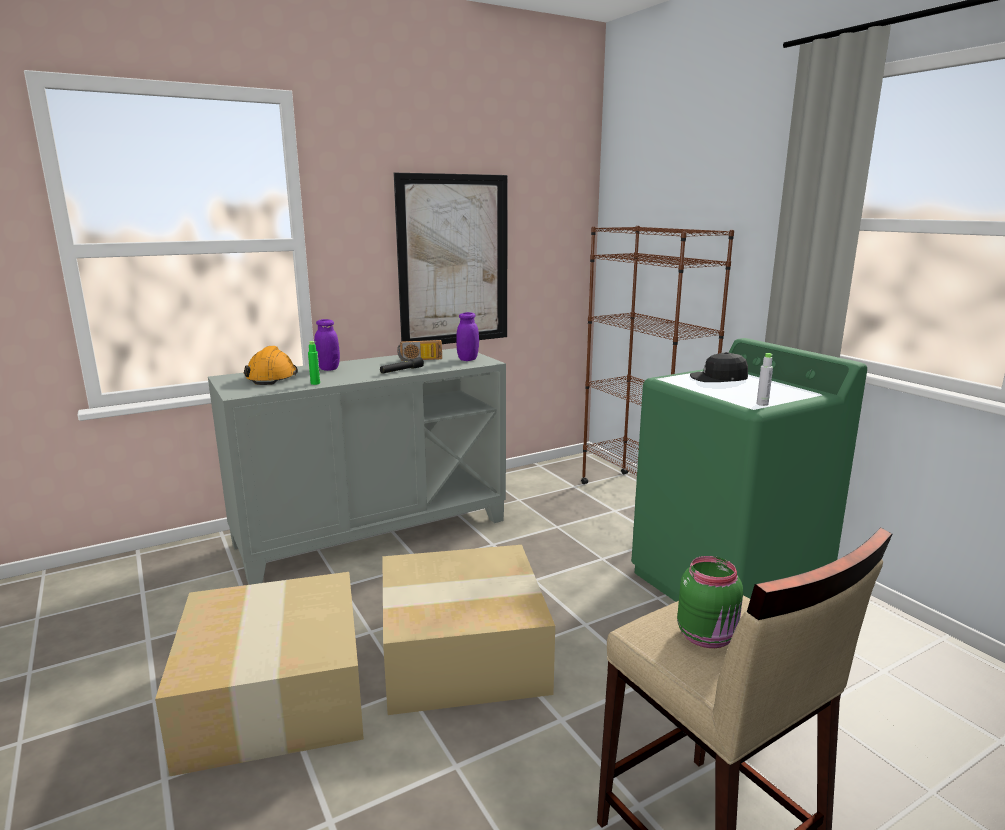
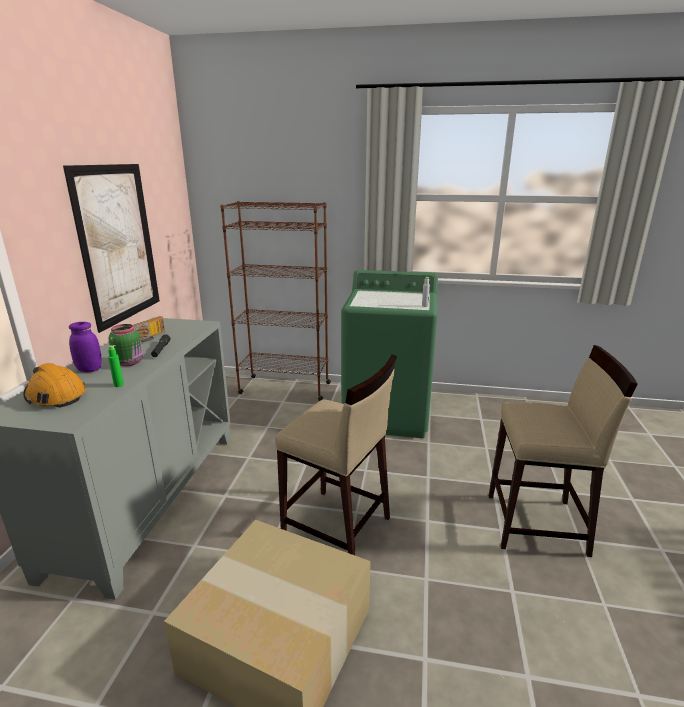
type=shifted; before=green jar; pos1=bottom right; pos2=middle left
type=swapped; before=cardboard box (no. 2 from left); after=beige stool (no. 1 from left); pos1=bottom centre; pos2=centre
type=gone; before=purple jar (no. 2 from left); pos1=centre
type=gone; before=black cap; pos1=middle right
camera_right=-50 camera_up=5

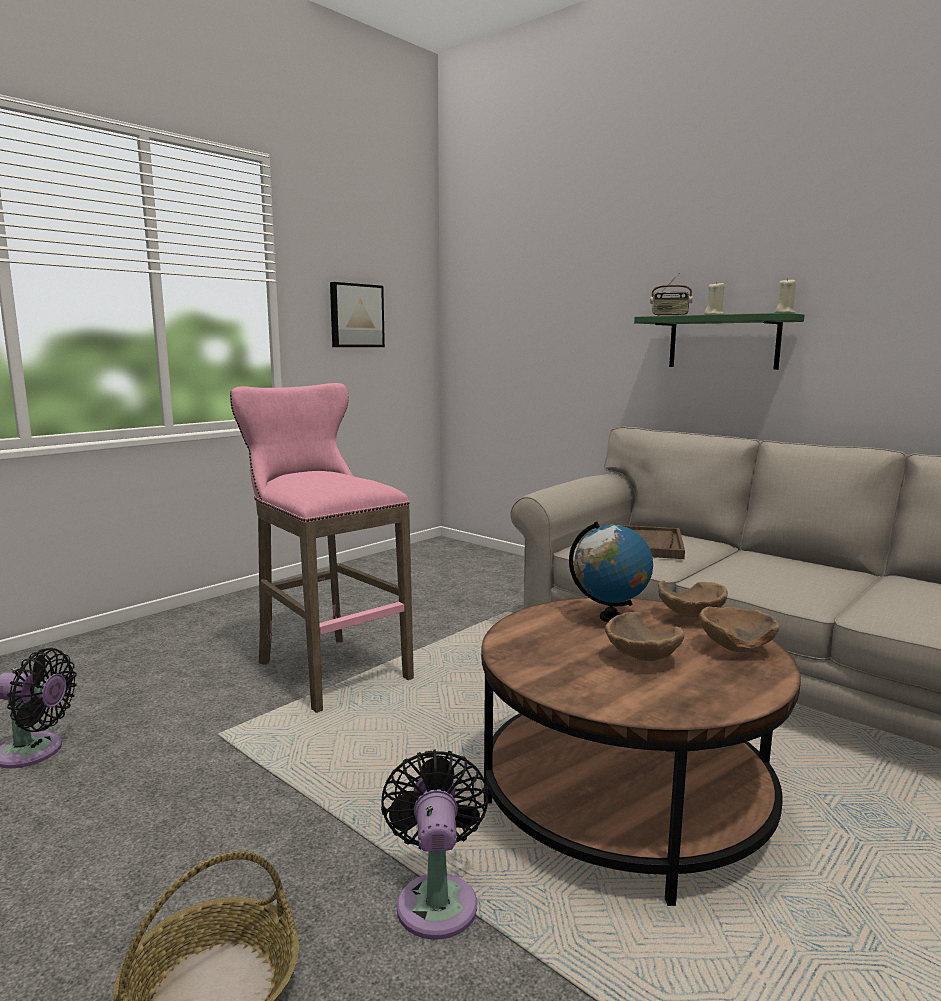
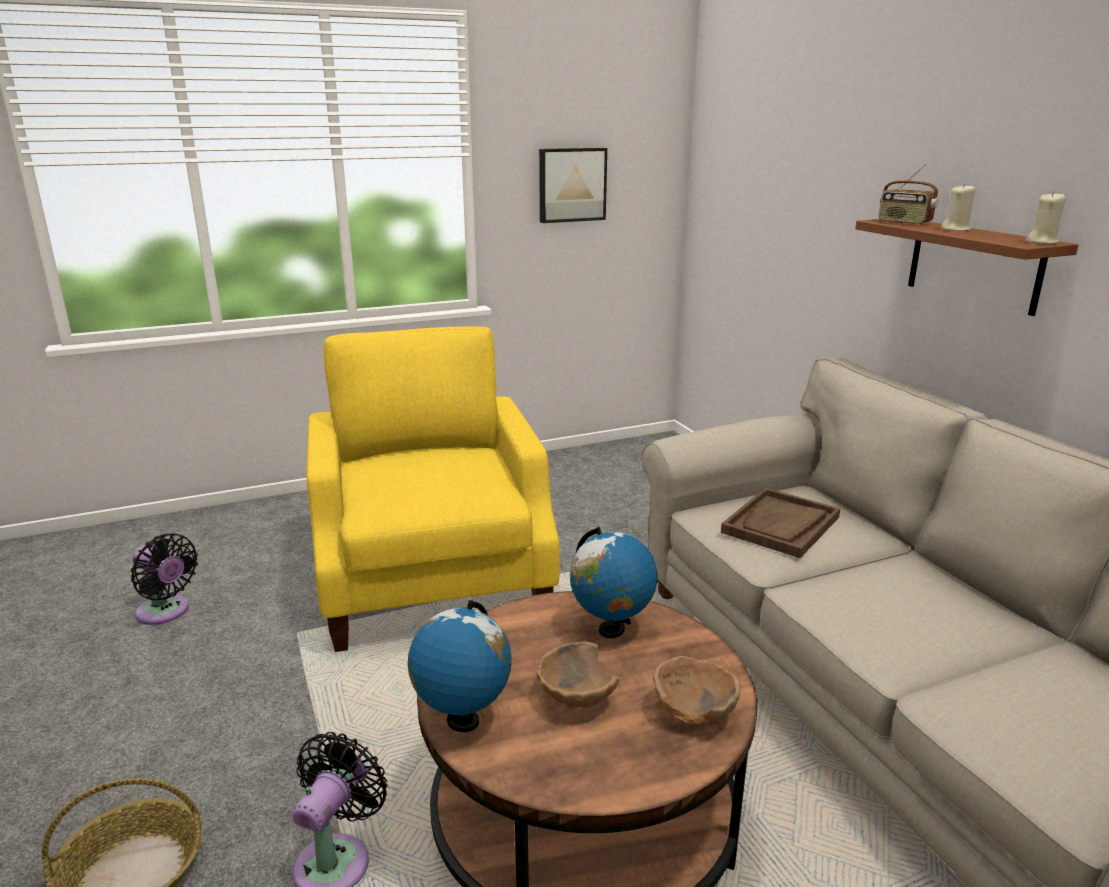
type=swapped; before=pink stool; after=yellow armchair; pos1=centre; pos2=centre
type=new; after=globe (no. 1 from left); pos2=bottom centre
type=repainted; before=green shelf; after=brown shelf; pos1=middle right; pos2=top right
type=gone; before=brown bowl (no. 2 from left); pos1=middle right
camera_right=25 camera_up=10

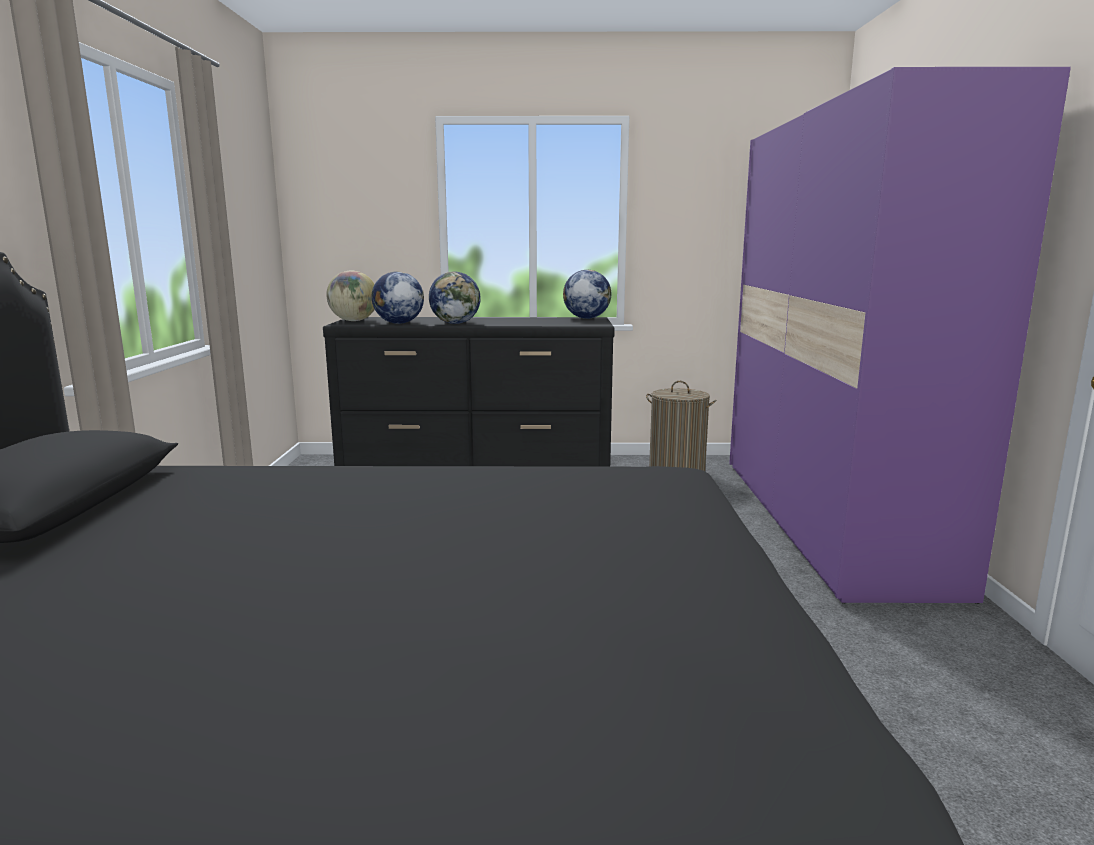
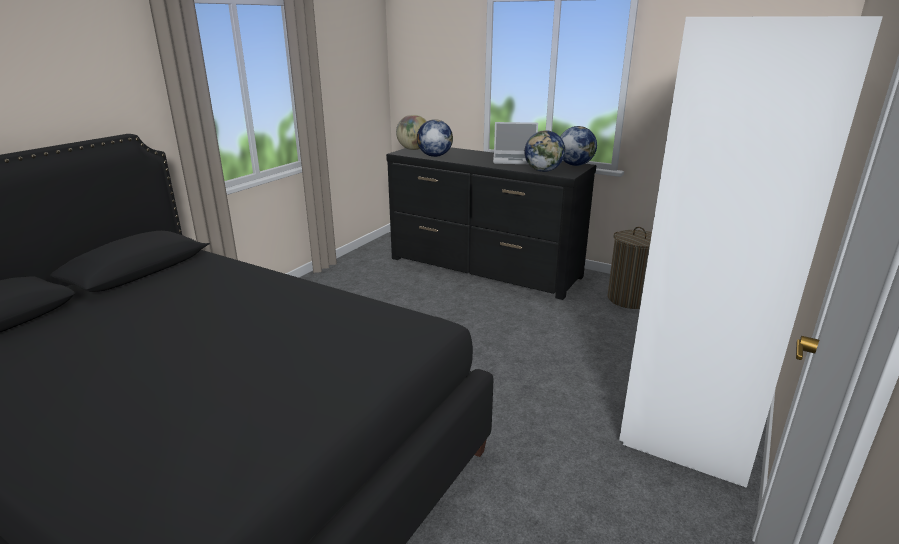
type=new; after=laptop; pos2=top centre
type=shifted; before=globe (no. 3 from left); pos1=centre; pos2=top centre
type=repainted; before=purple wardrobe; after=white wardrobe; pos1=middle right; pos2=middle right
camera_right=30 camera_up=10

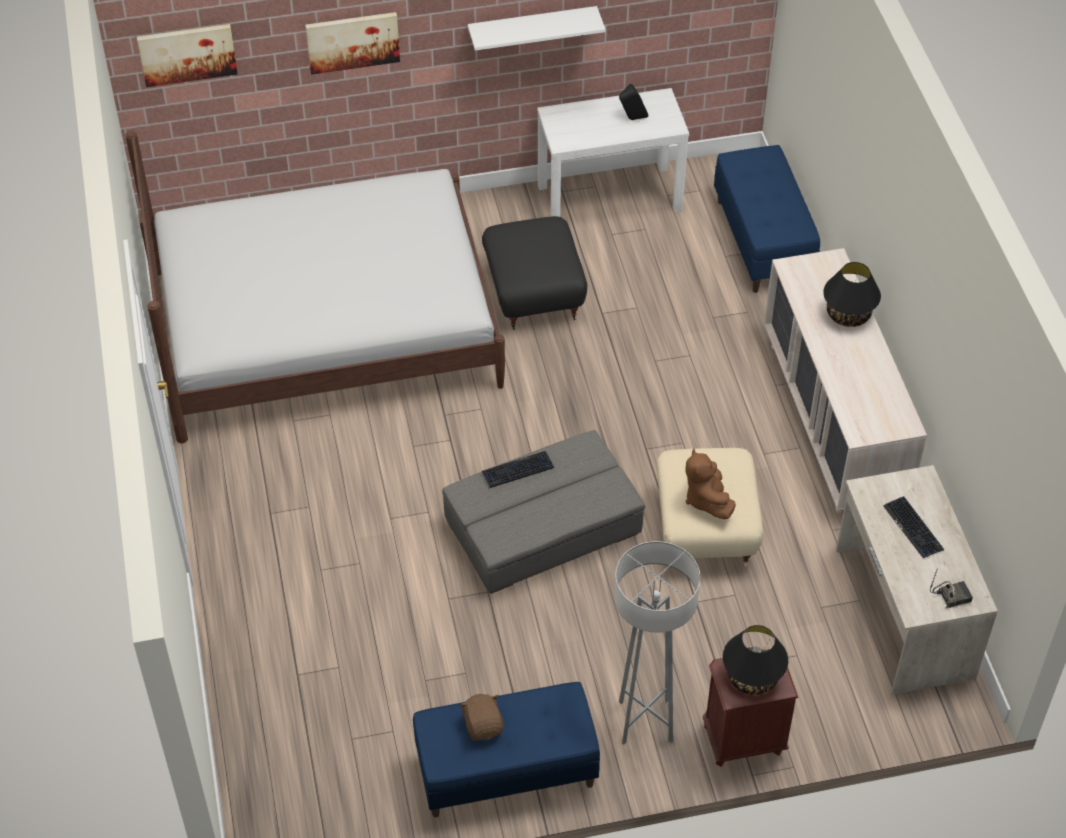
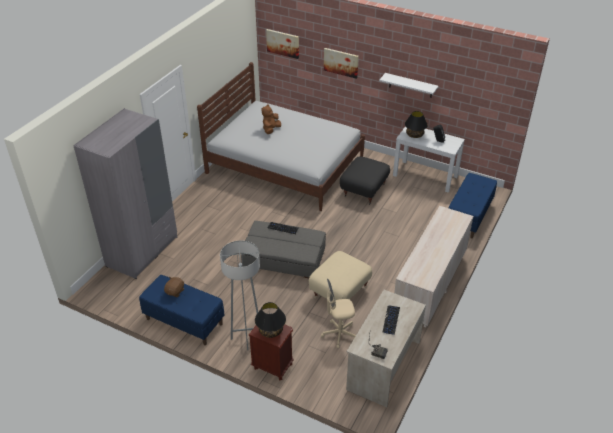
type=new; after=grey wardrobe; pos2=middle left
type=shifted; before=brown plush toy (no. 2 from left); pos1=centre; pos2=top centre
type=new; after=beige office chair; pos2=bottom centre
type=shifted; before=black table lamp (no. 2 from left); pos1=middle right; pos2=top right
camera_right=40 camera_up=-10

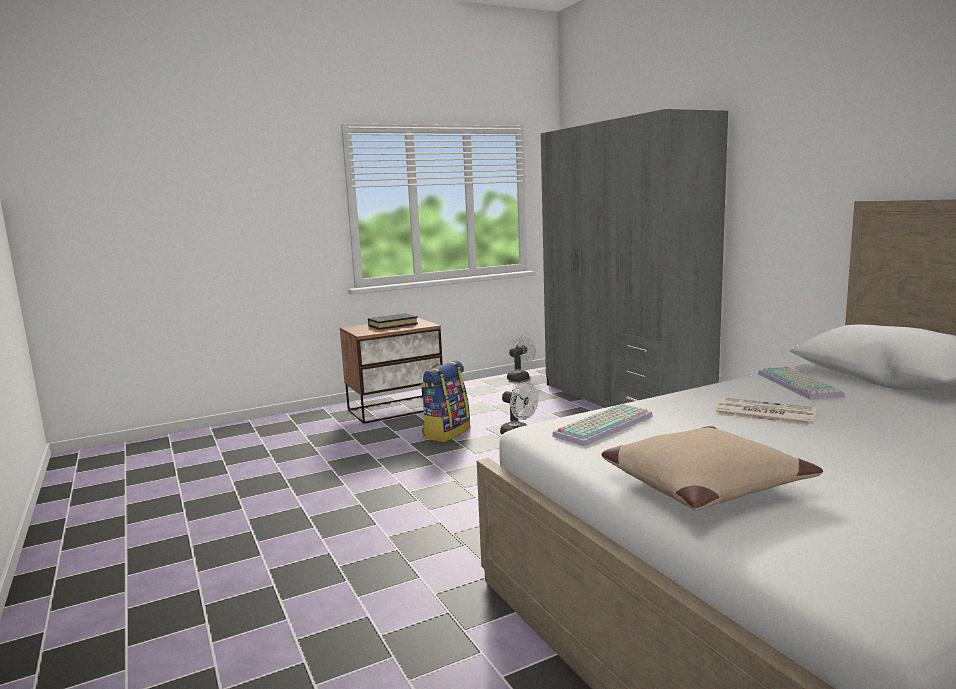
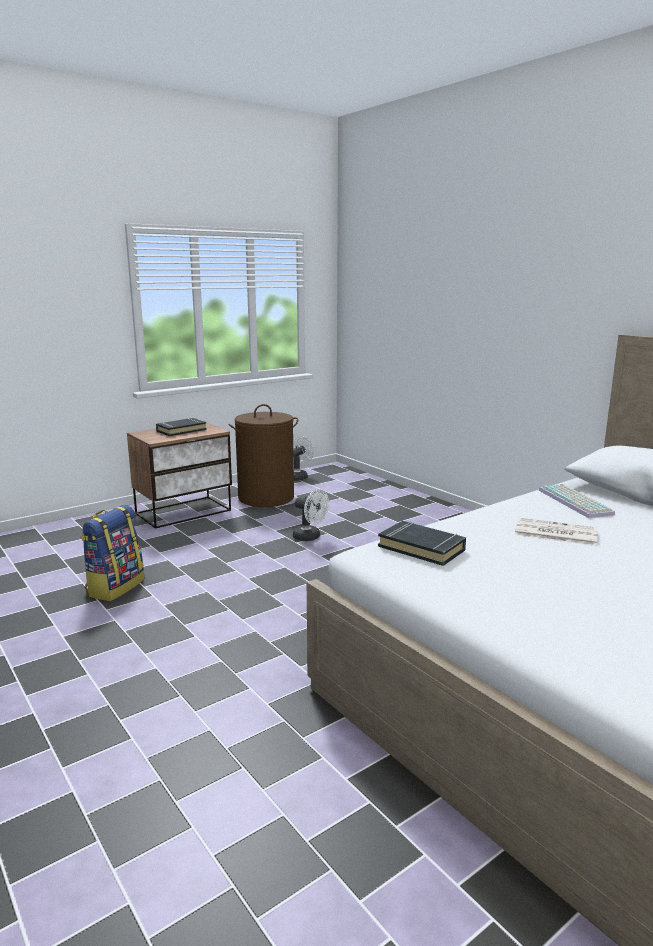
type=shifted; before=backpack; pos1=centre; pos2=middle left
type=new; after=brown laundry basket; pos2=centre
type=swapped; before=keyboard (no. 1 from left); after=black book (no. 2 from left); pos1=centre; pos2=centre
type=gone; before=grey wardrobe; pos1=centre
type=gone; before=beige pillow; pos1=bottom right
camera_right=-10 camera_up=5

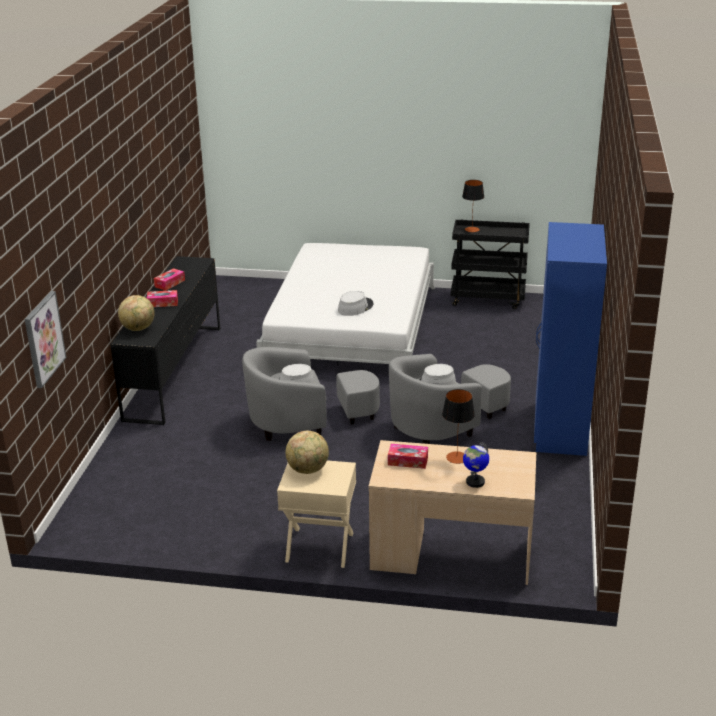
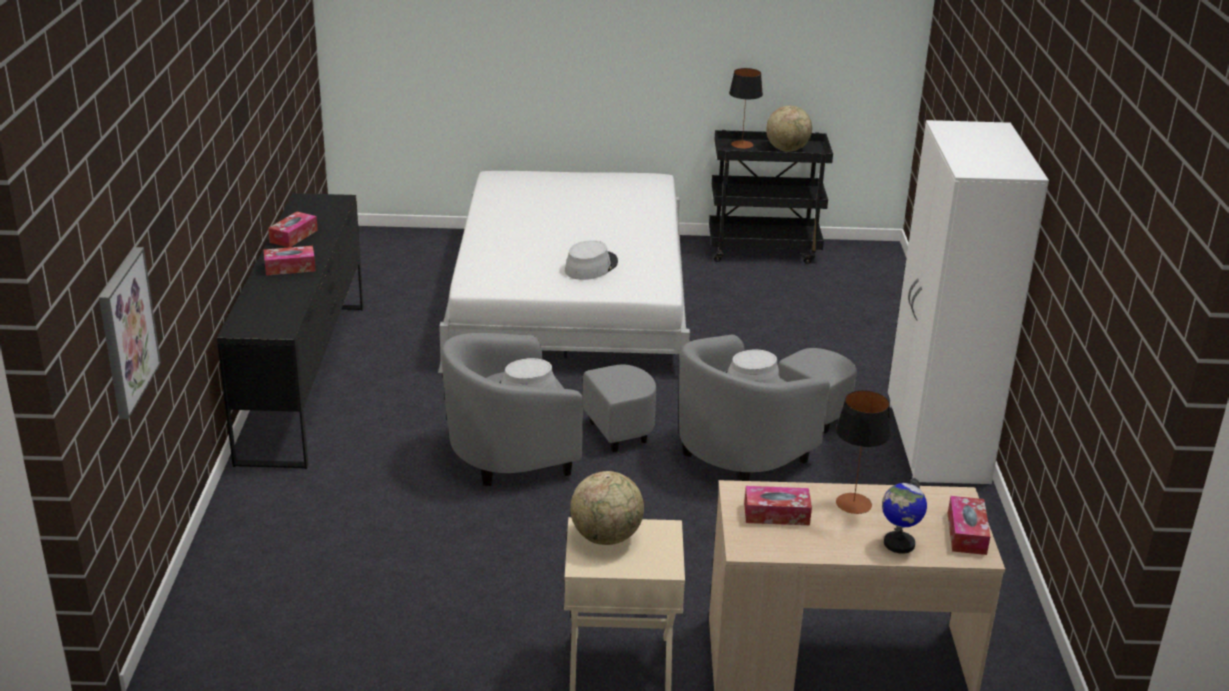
type=shifted; before=globe (no. 1 from left in the first image); after=globe (no. 2 from left); pos1=middle left; pos2=top centre
type=repainted; before=blue wardrobe; after=white wardrobe; pos1=middle right; pos2=middle right
type=new; after=tissue box (no. 4 from left); pos2=bottom right
camera_right=-10 camera_up=0

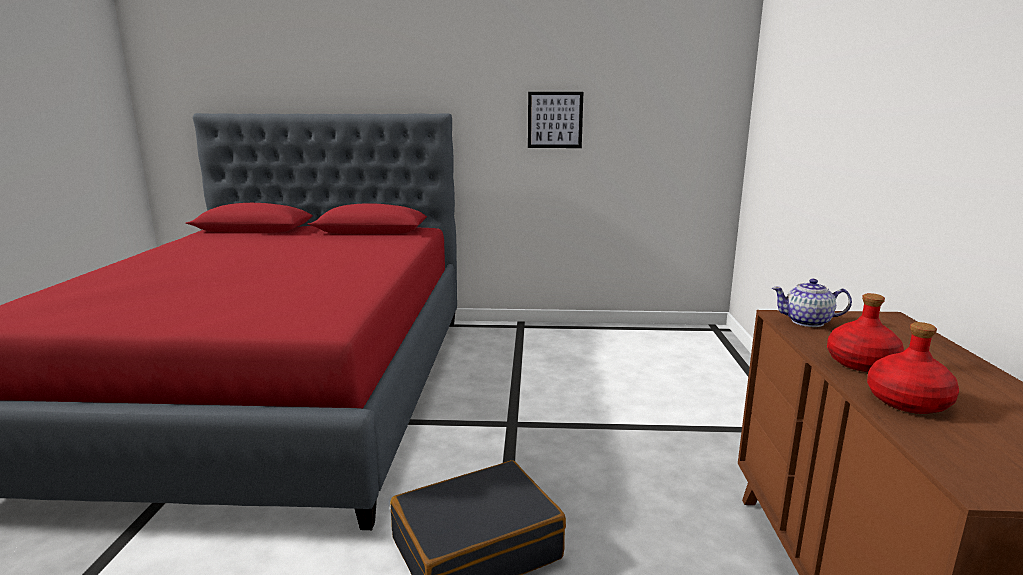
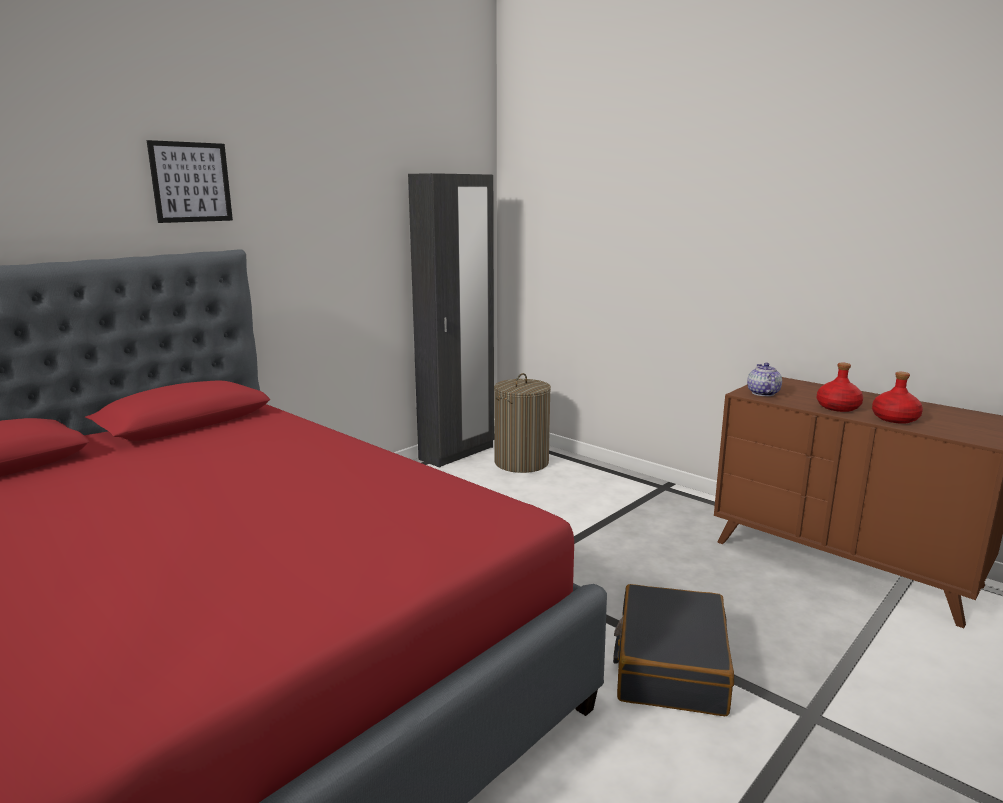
type=shifted; before=picture; pos1=top centre; pos2=top left
type=new; after=black wardrobe; pos2=centre
type=new; after=laundry basket; pos2=centre
type=rotated; before=teapot; pos1=middle right; pos2=middle right; turn=135
camera_right=-50 camera_up=0

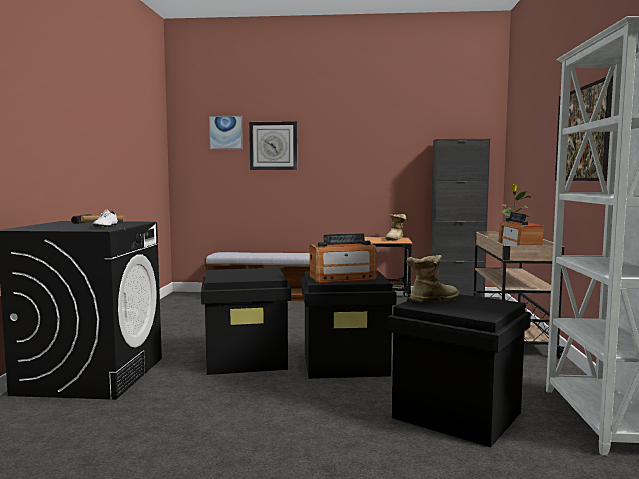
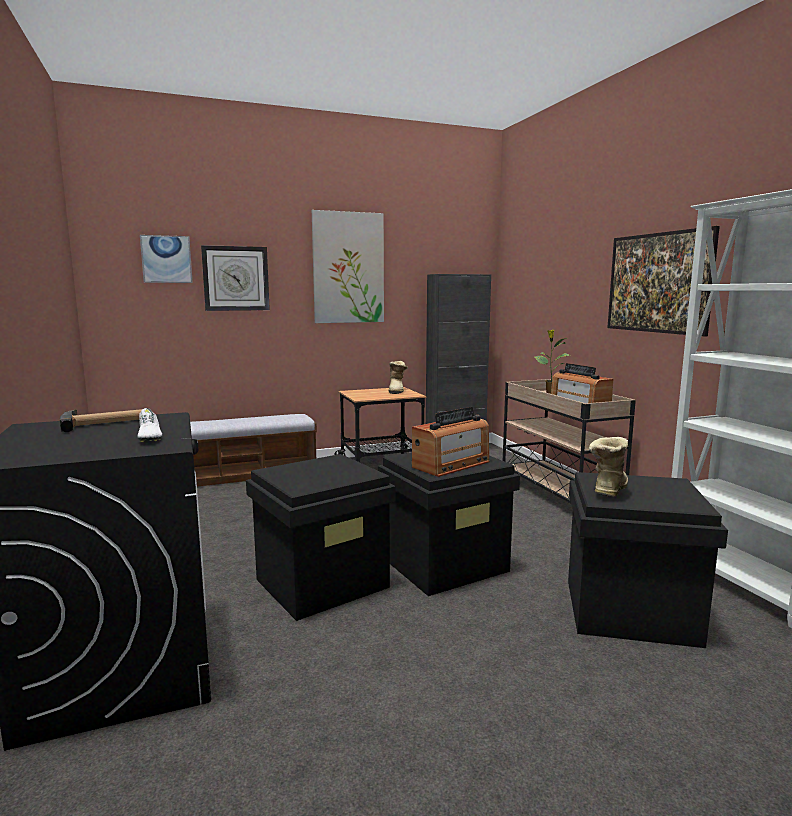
type=new; after=picture (no. 2 from left); pos2=top centre
camera_right=-25 camera_up=5

